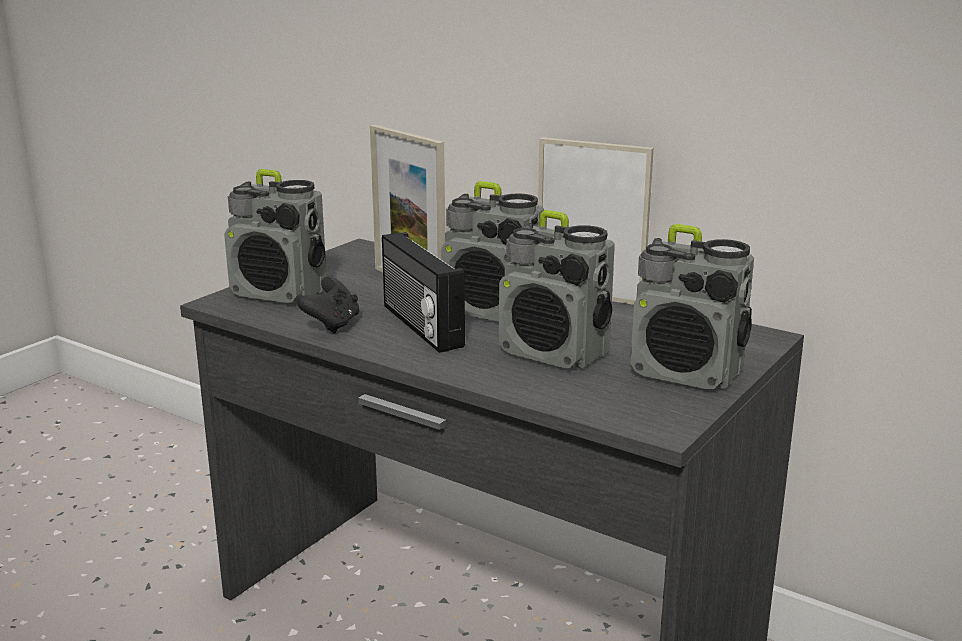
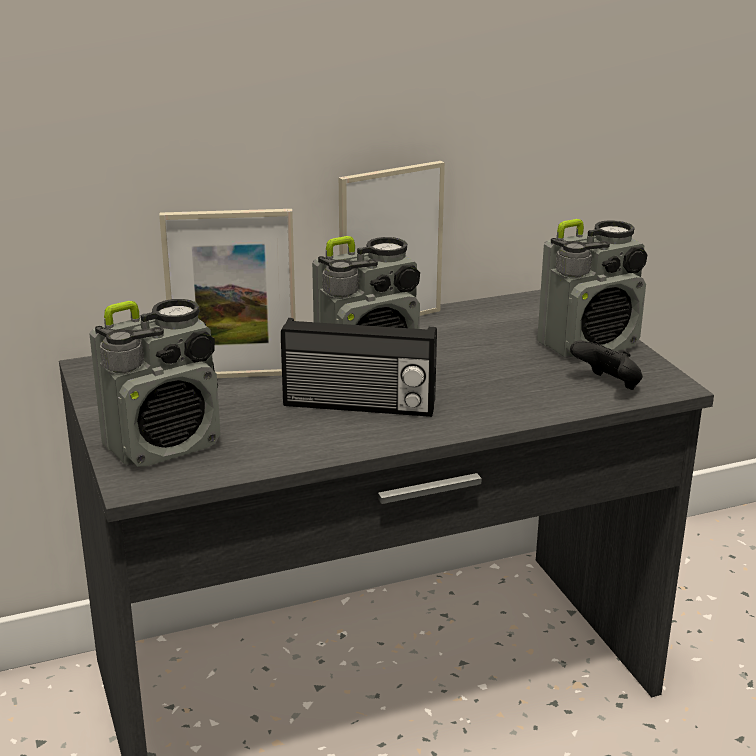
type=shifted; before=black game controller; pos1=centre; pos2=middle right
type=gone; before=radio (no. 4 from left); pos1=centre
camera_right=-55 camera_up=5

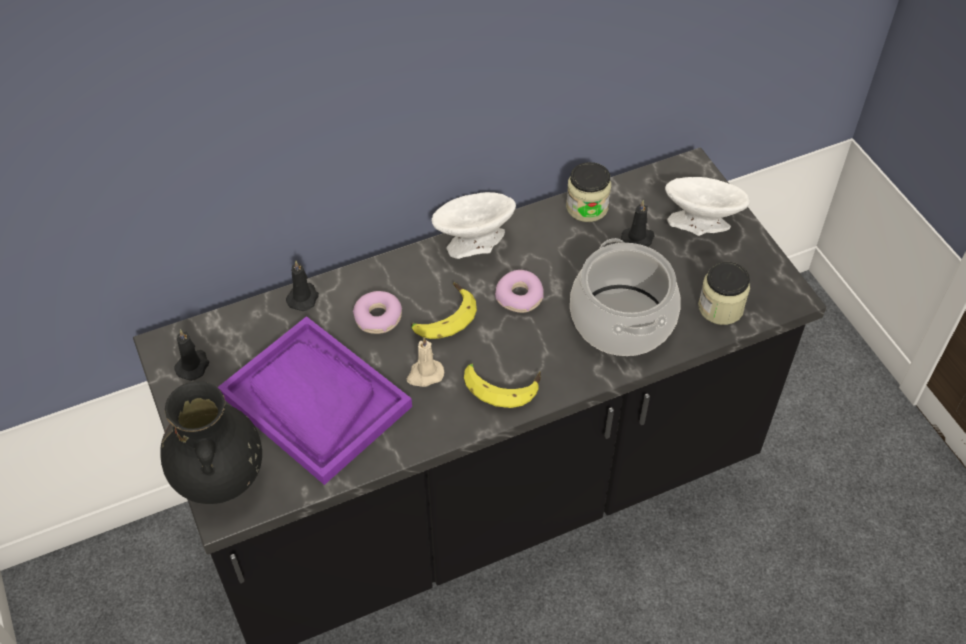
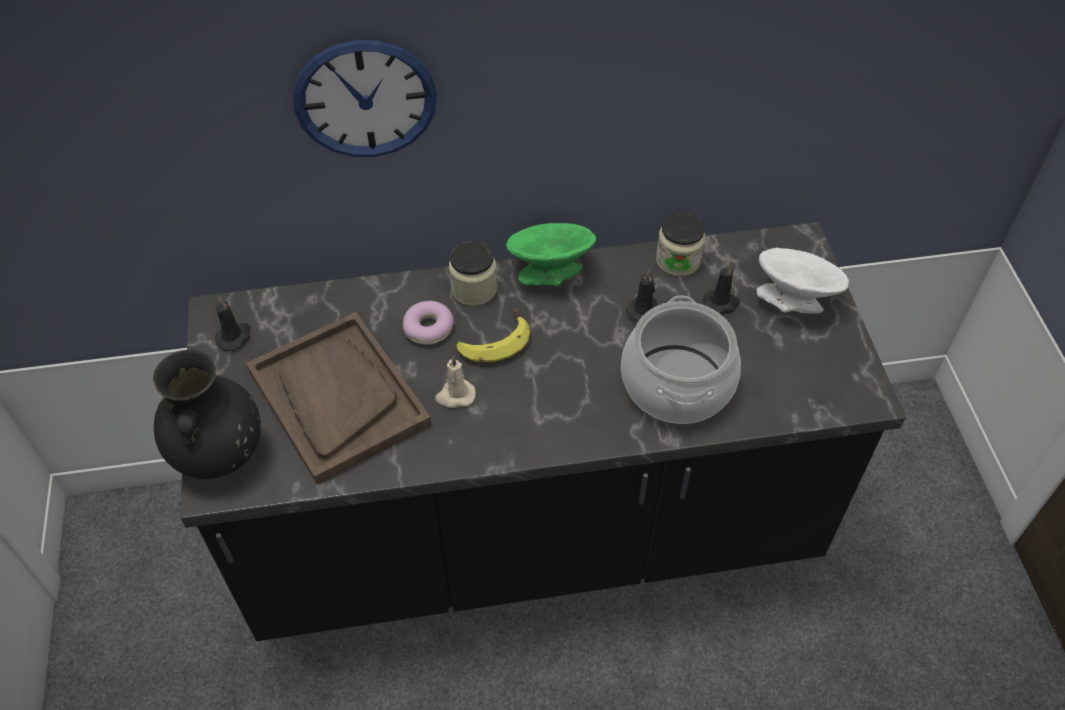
type=repainted; before=purple tray; after=brown tray; pos1=middle left; pos2=middle left
type=new; after=wall clock; pos2=top centre
type=shifted; before=jar (no. 2 from left in the first image); after=jar (no. 1 from left); pos1=middle right; pos2=centre
type=repainted; before=white bowl (no. 1 from left); after=green bowl; pos1=centre; pos2=centre
type=shifted; before=black candle (no. 2 from left); pos1=middle left; pos2=centre
type=gone; before=banana (no. 2 from left); pos1=centre
type=gone; before=donut (no. 2 from left); pos1=centre
camera_right=15 camera_up=0

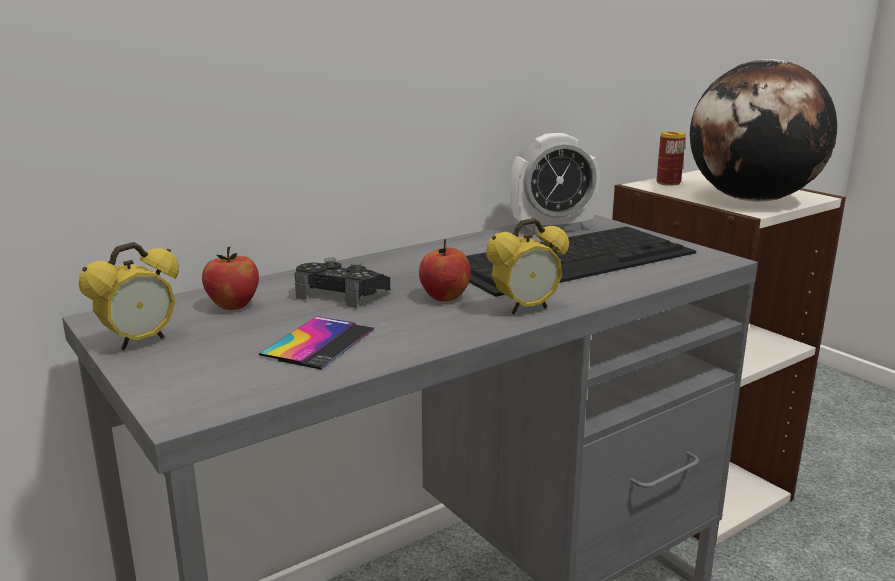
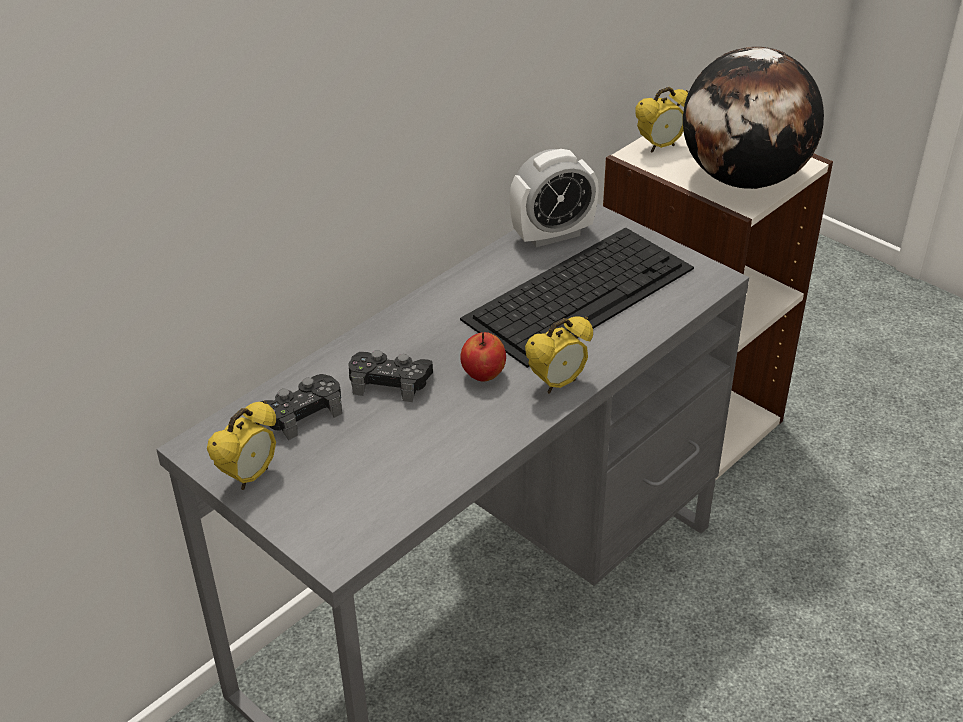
type=swapped; before=apple (no. 1 from left); after=black game controller (no. 1 from left); pos1=middle left; pos2=middle left
type=swapped; before=can; after=alarm clock (no. 4 from left); pos1=top right; pos2=top right
type=gone; before=phone; pos1=centre
camera_right=-10 camera_up=20

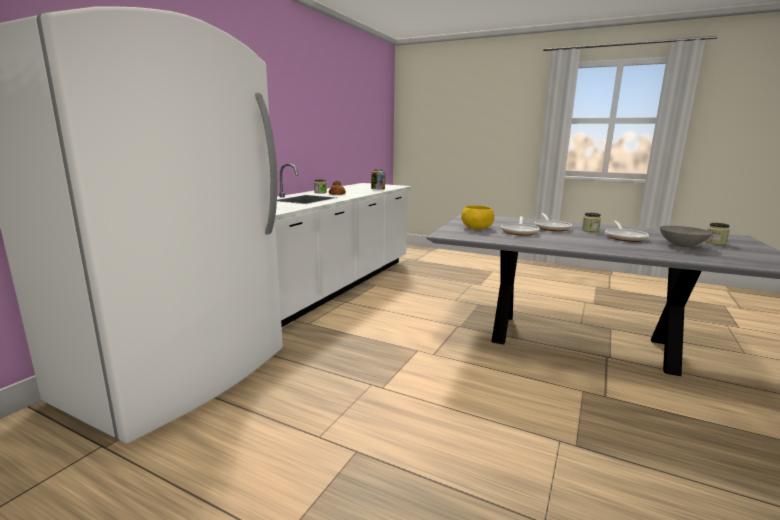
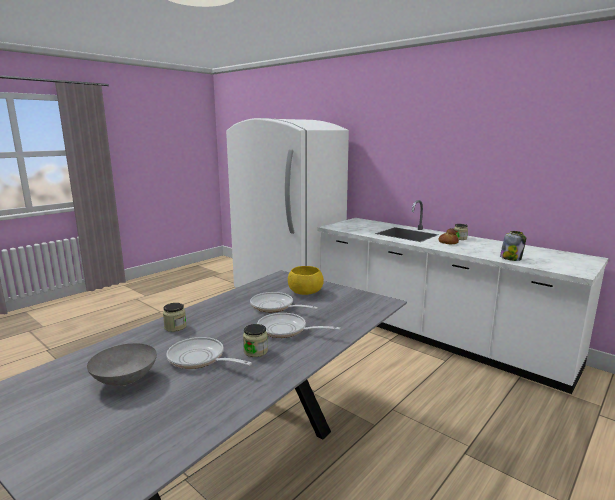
type=shifted; before=jar (no. 4 from left in the first image); after=jar (no. 1 from left); pos1=middle right; pos2=middle left
camera_right=105 camera_up=0

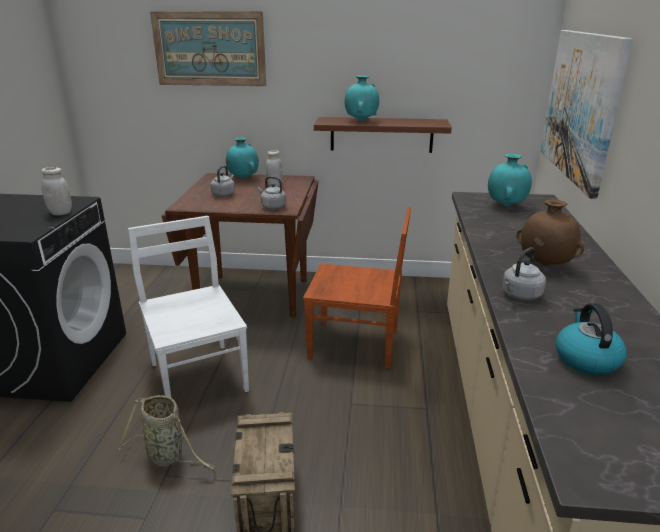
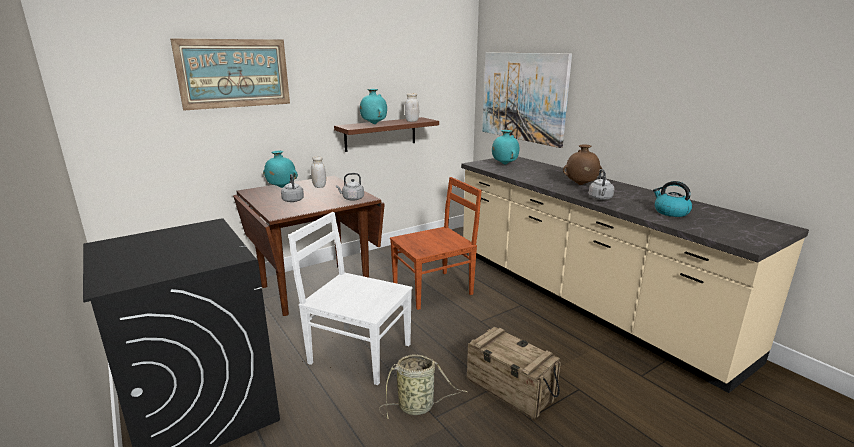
type=shifted; before=white jar (no. 1 from left in the first image); after=white jar (no. 2 from left); pos1=middle left; pos2=top centre
camera_right=-40 camera_up=-5

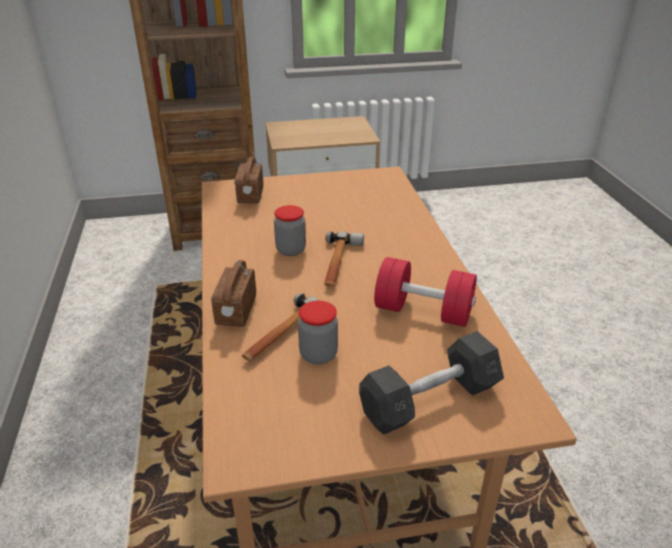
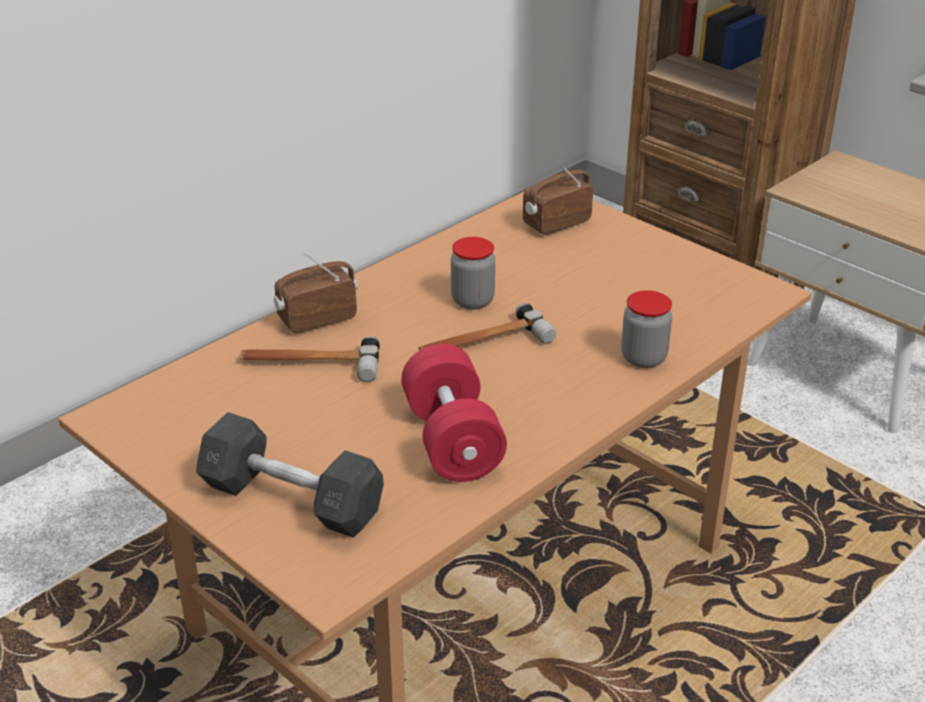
type=shifted; before=jar (no. 2 from left); pos1=centre; pos2=middle right
camera_right=55 camera_up=0

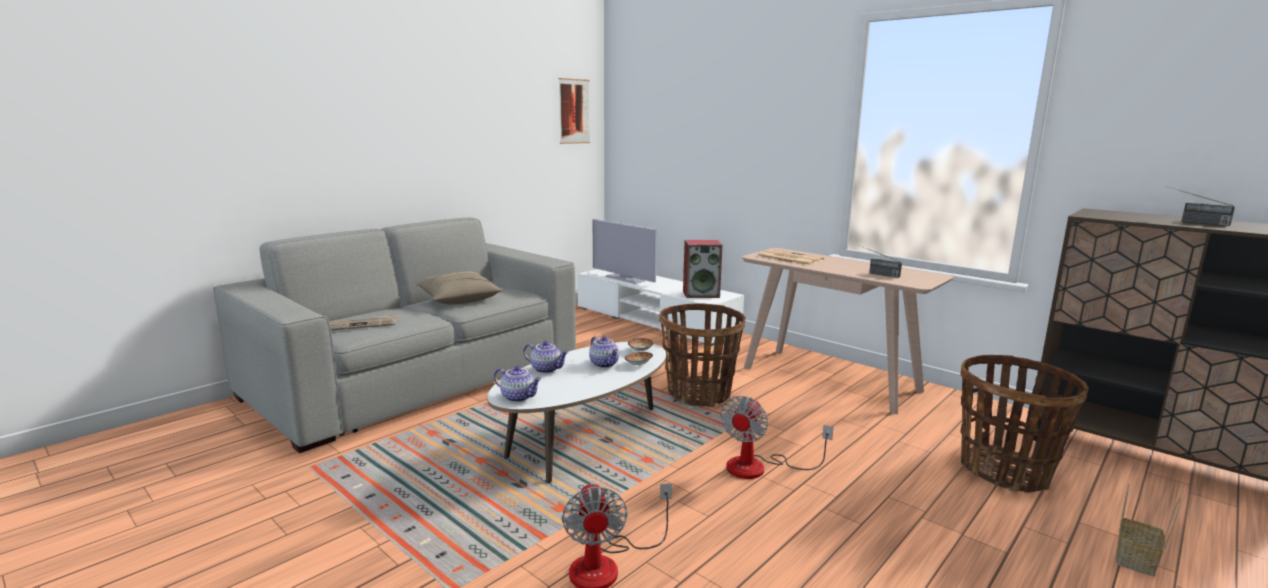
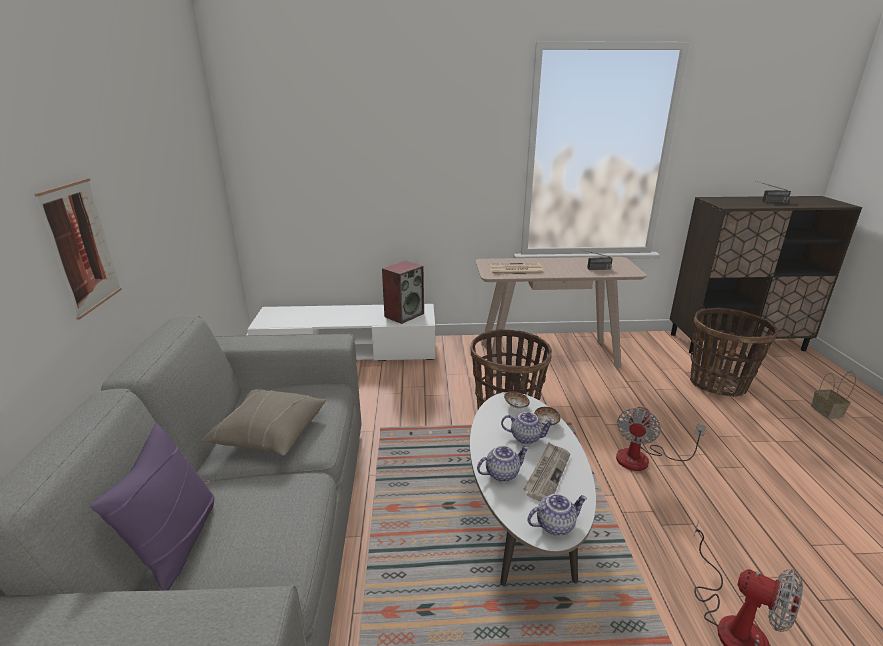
type=shifted; before=picture; pos1=top centre; pos2=middle left
type=new; after=purple pillow; pos2=bottom left
type=shifted; before=newspaper (no. 1 from left in the first image); after=newspaper (no. 2 from left); pos1=middle left; pos2=bottom centre
type=rotated; before=fan (no. 2 from left in the first image); pos1=bottom centre; pos2=bottom right; turn=45
type=gone; before=television; pos1=centre
camera_right=-45 camera_up=10

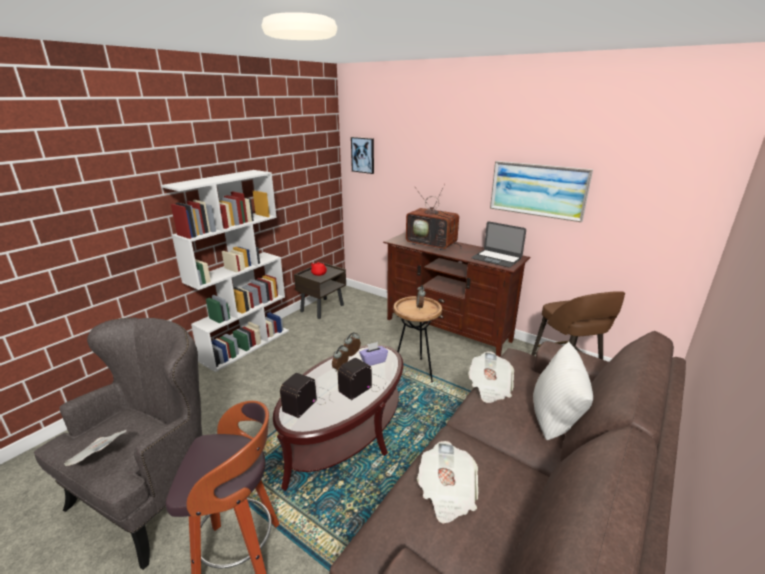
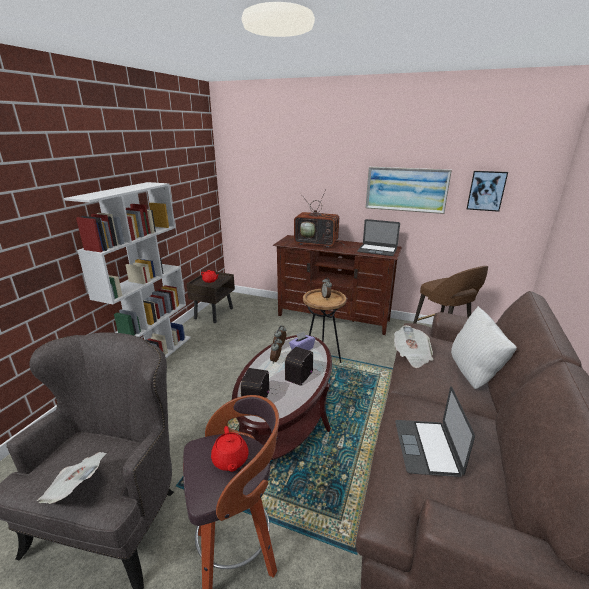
type=new; after=red teapot (no. 2 from left); pos2=bottom centre
type=swapped; before=newspaper (no. 2 from left); after=laptop (no. 2 from left); pos1=bottom centre; pos2=bottom right
type=shifted; before=picture (no. 1 from left in the first image); after=picture (no. 2 from left); pos1=top centre; pos2=top right
camera_right=-15 camera_up=0

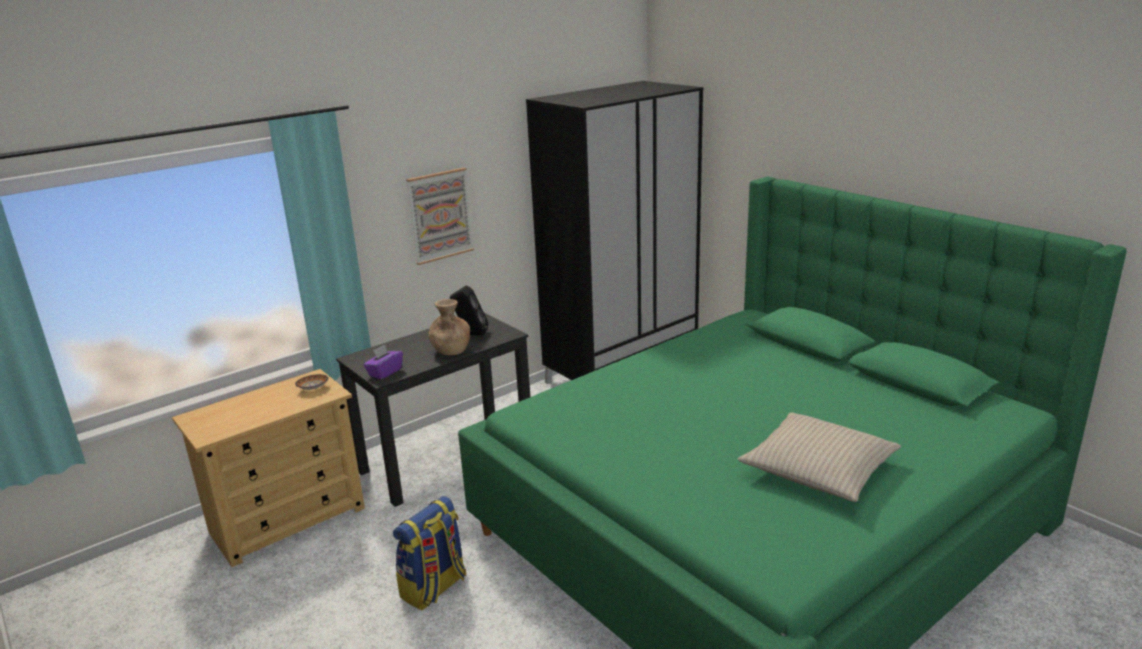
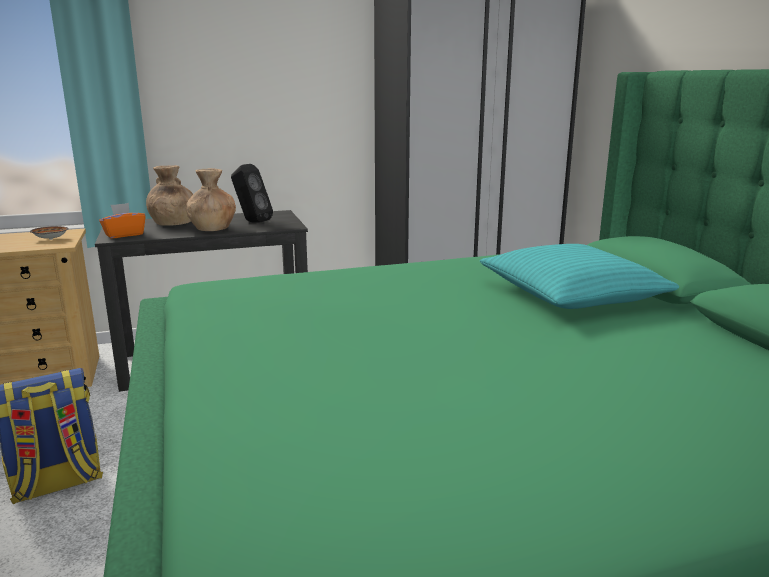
type=repainted; before=purple tissue box; after=orange tissue box; pos1=centre; pos2=middle left
type=new; after=brown vase (no. 1 from left); pos2=middle left
type=new; after=turquoise pillow; pos2=middle right
type=gone; before=picture; pos1=top centre
type=gone; before=beige pillow; pos1=bottom right
camera_right=20 camera_up=-5

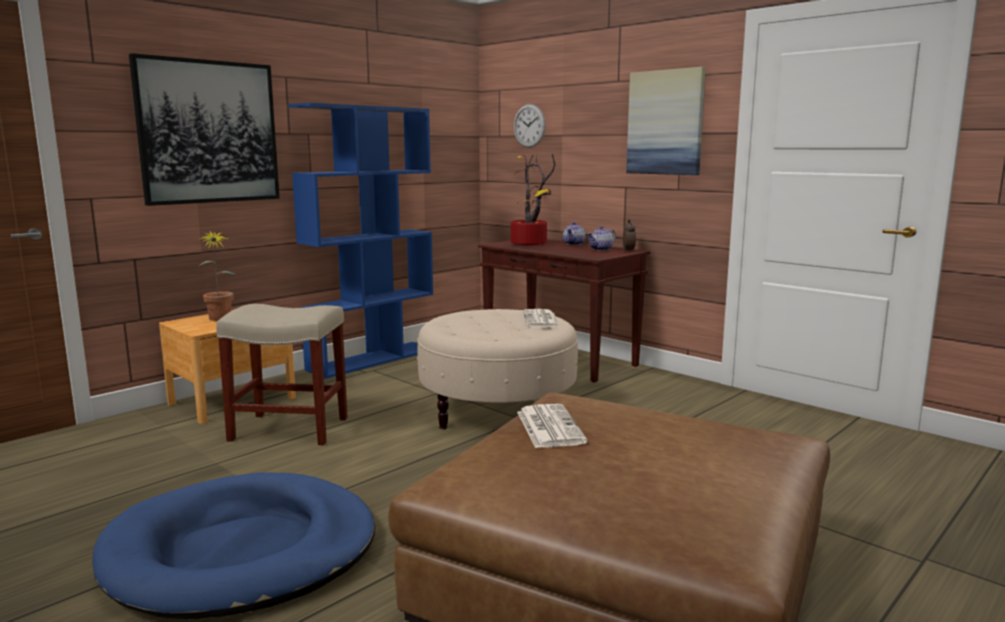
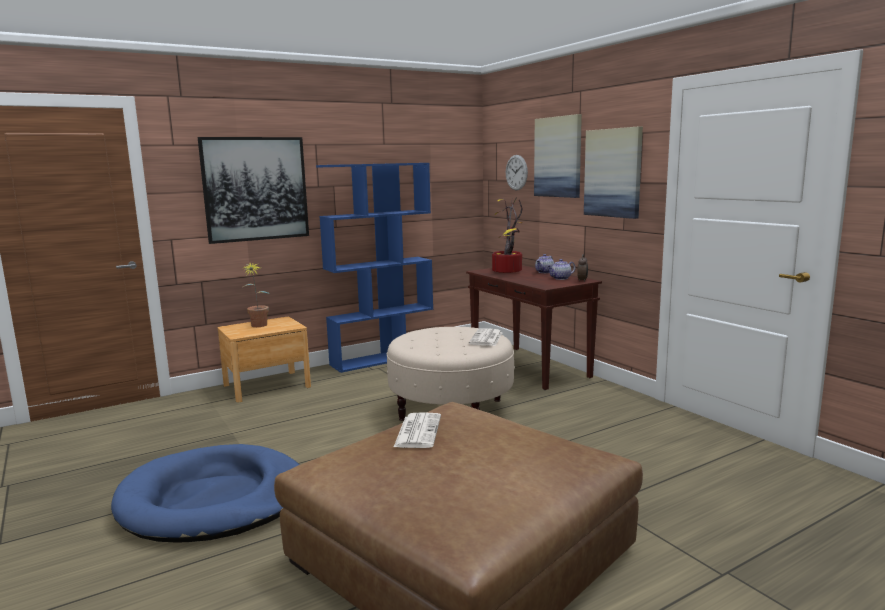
type=new; after=picture (no. 2 from left); pos2=top centre
type=gone; before=beige stool; pos1=middle left
camera_right=15 camera_up=0

